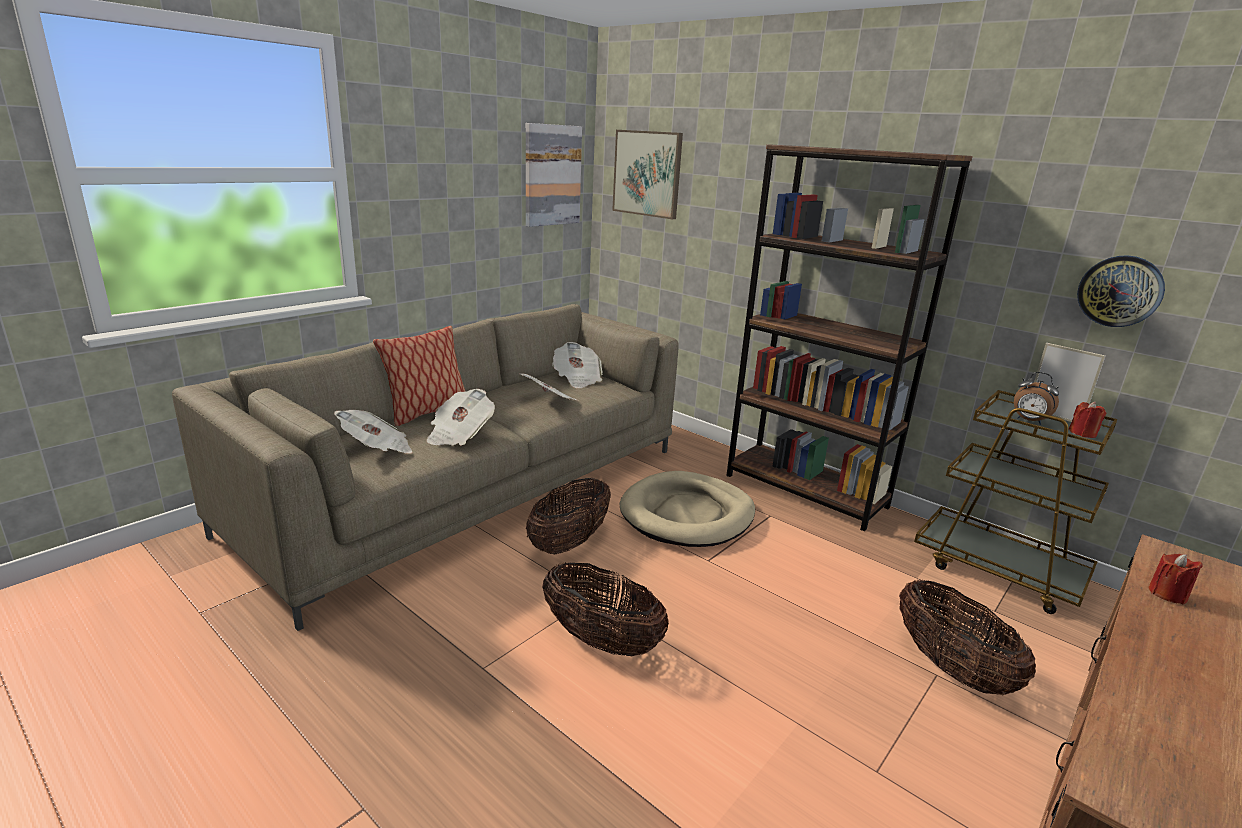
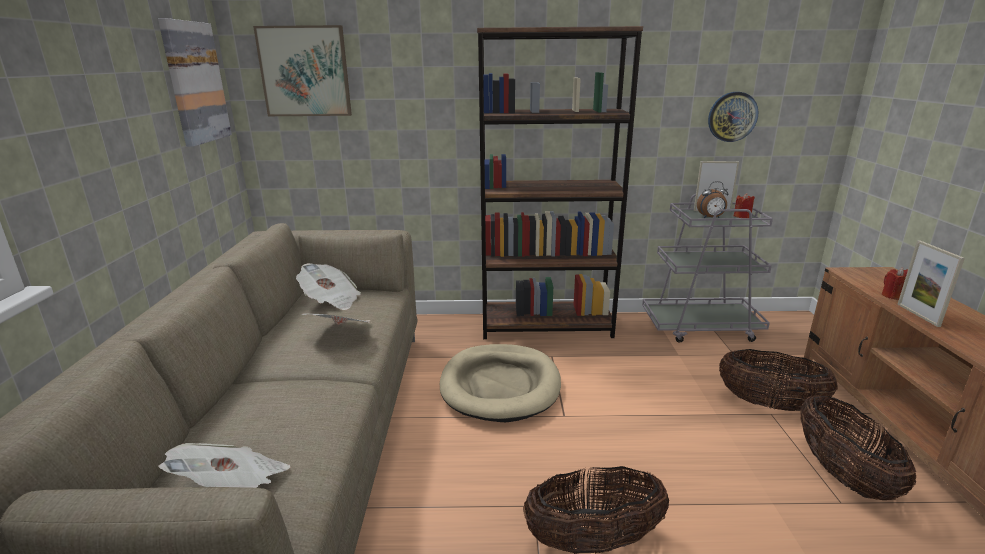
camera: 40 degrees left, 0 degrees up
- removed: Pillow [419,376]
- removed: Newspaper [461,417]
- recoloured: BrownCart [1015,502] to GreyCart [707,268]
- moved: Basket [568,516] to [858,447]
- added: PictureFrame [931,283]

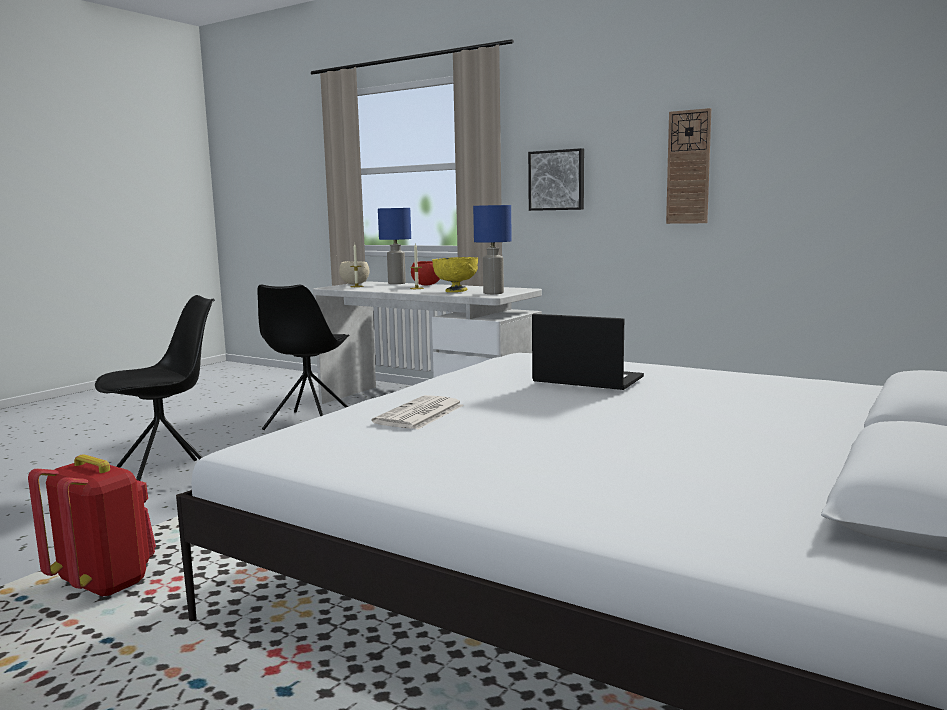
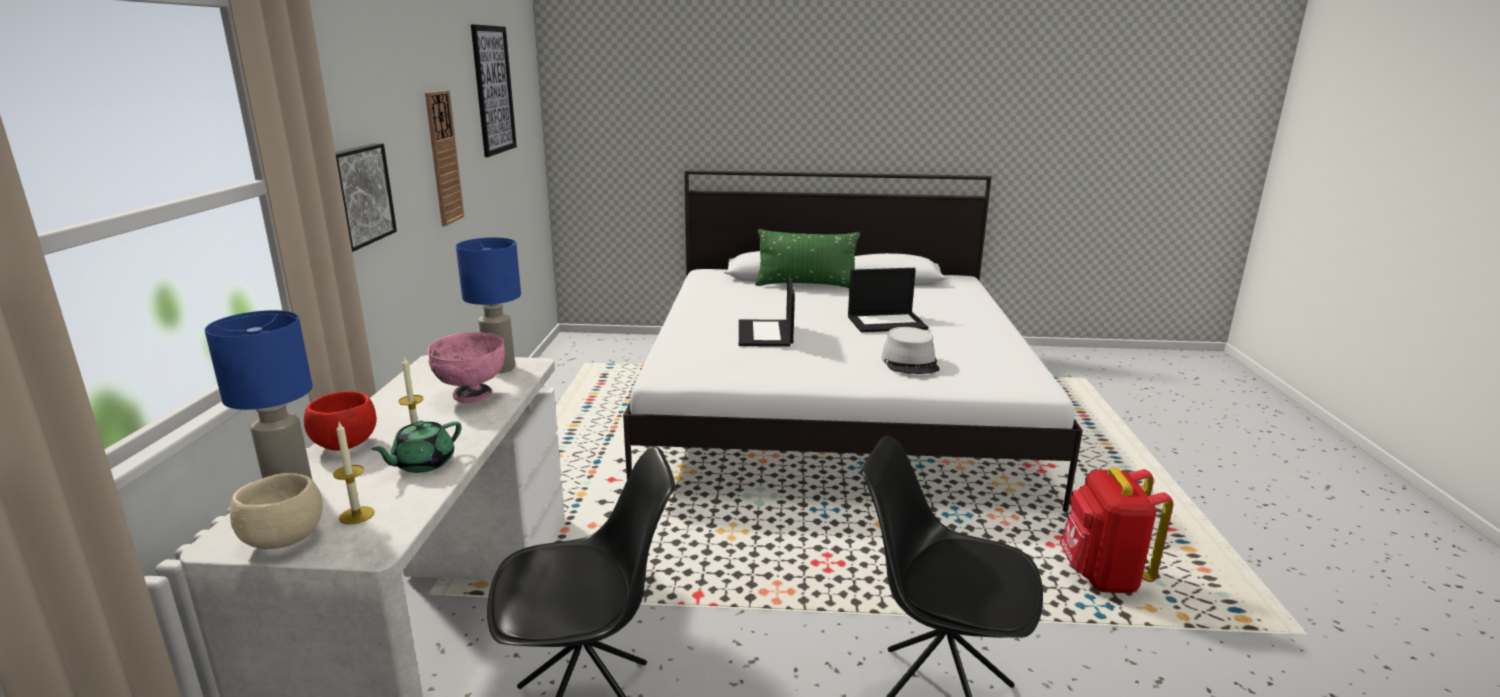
camera: 120 degrees left, 10 degrees up
- recoloured: YellowBowl [455,274] to PinkBowl [466,367]
- replaced: Newspaper [418,412] to GreyHat [911,350]
- added: Picture [494,90]
- added: GreenPillow [807,258]
- added: Laptop [888,300]
- added: GreenTeapot [416,447]

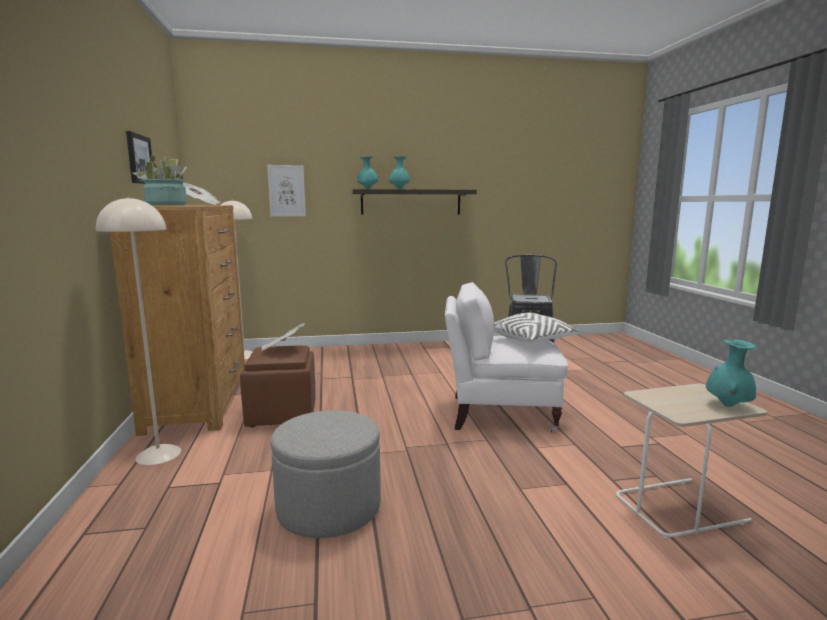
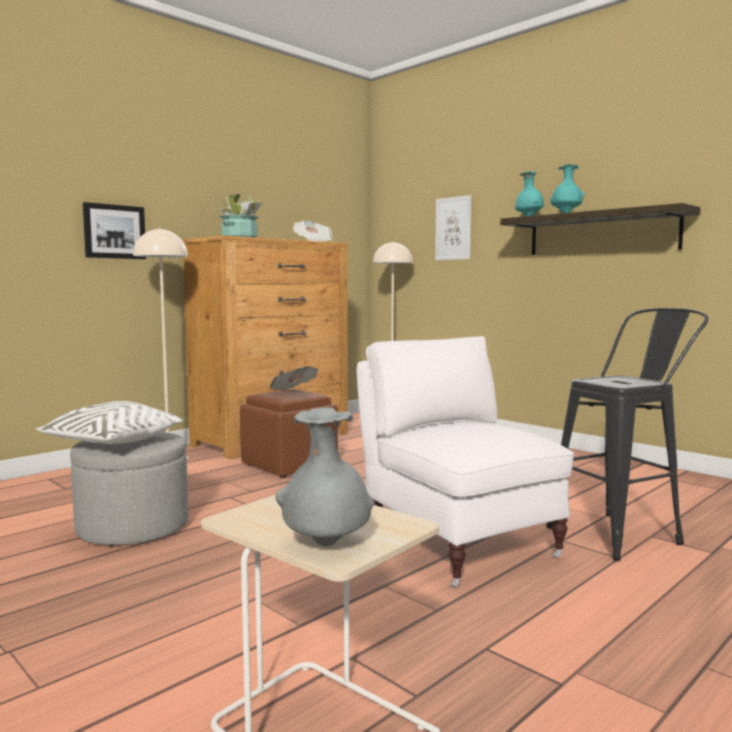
camera: 55 degrees right, 5 degrees down
- moved: Picture [139,157] to [114,230]
- moved: WhitePillow [537,328] to [109,422]
- recoloured: TurquoiseVase [731,373] to GreyVase [325,477]

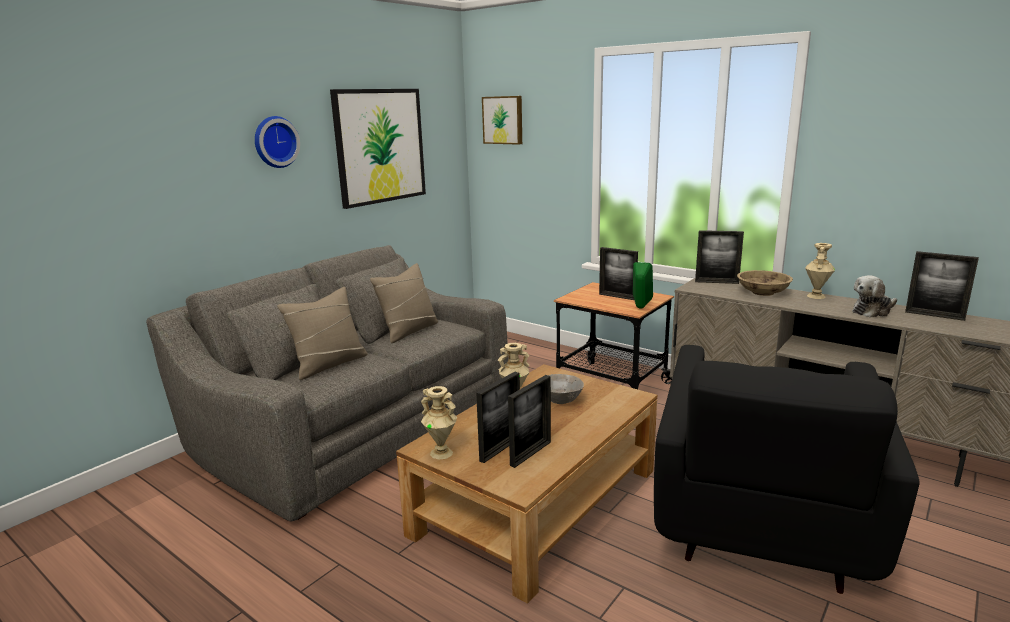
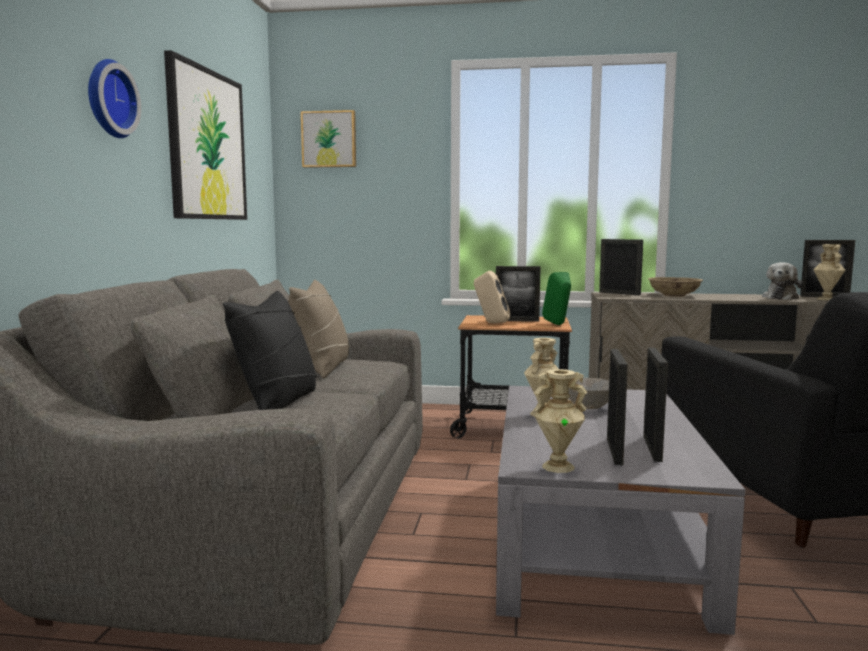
camera: 30 degrees left, 10 degrees down
- turned: PictureFrame [719,257] = [621,267] 120 degrees counterclockwise
- moved: BeigeVase [820,271] to [829,272]
- recoloured: BeigePillow [322,333] to BlackPillow [270,350]
- recoloured: BrownCoffeeTable [526,484] to GreyCoffeeTable [620,510]
- added: BeigeSpeaker [492,297]

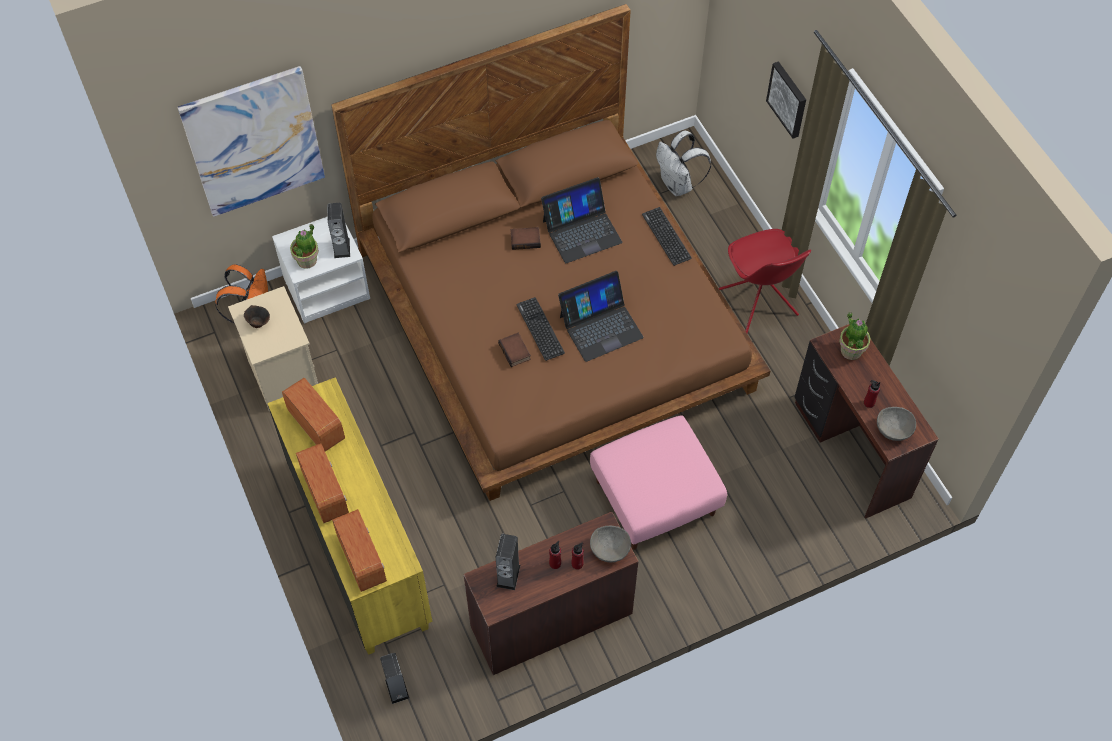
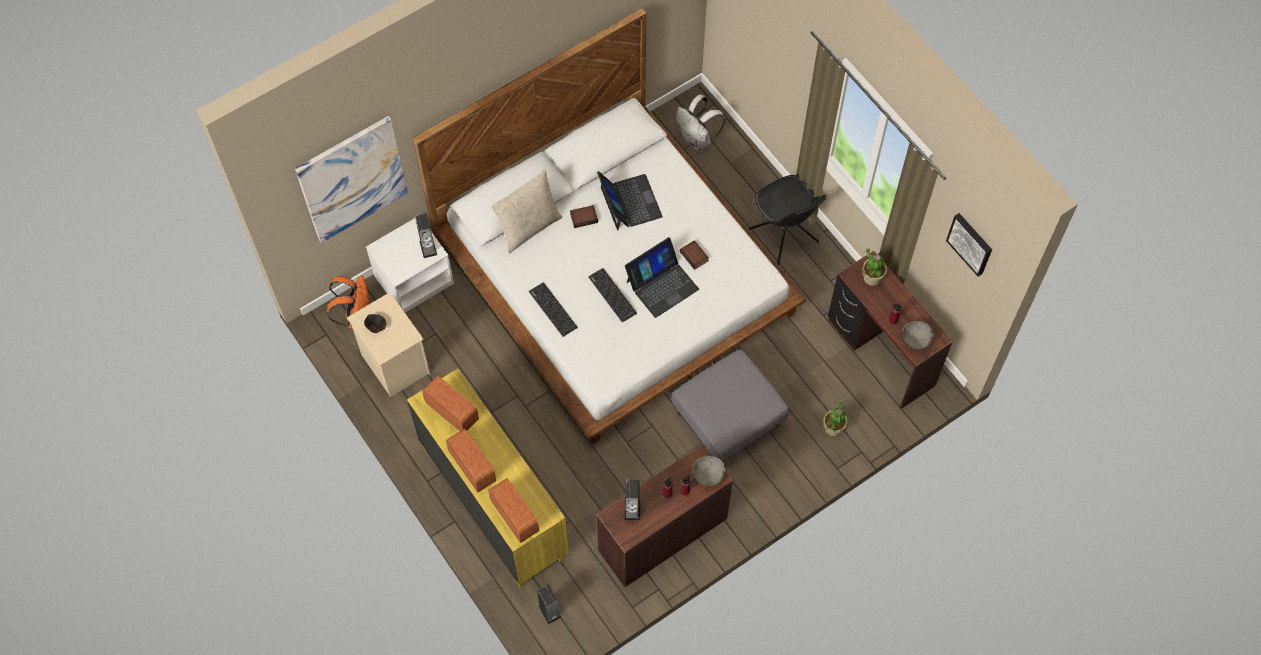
camera: 10 degrees left, 5 degrees up
- recoloured: BrownBed [550,252] to WhiteBed [609,226]
- moved: Picture [786,99] to [969,245]
- turned: Laptop [581,220] = [630,201] 75 degrees counterclockwise
- moved: Keyboard [667,236] to [553,309]
- moved: PottedPlant [304,246] to [835,418]
- recoloured: RedChair [765,281] to BlackChair [788,220]
- moved: Book [514,350] to [694,255]
- recoloured: PinkOttoman [658,483] to GreyOttoman [730,405]
- added: BeigePillow [526,211]

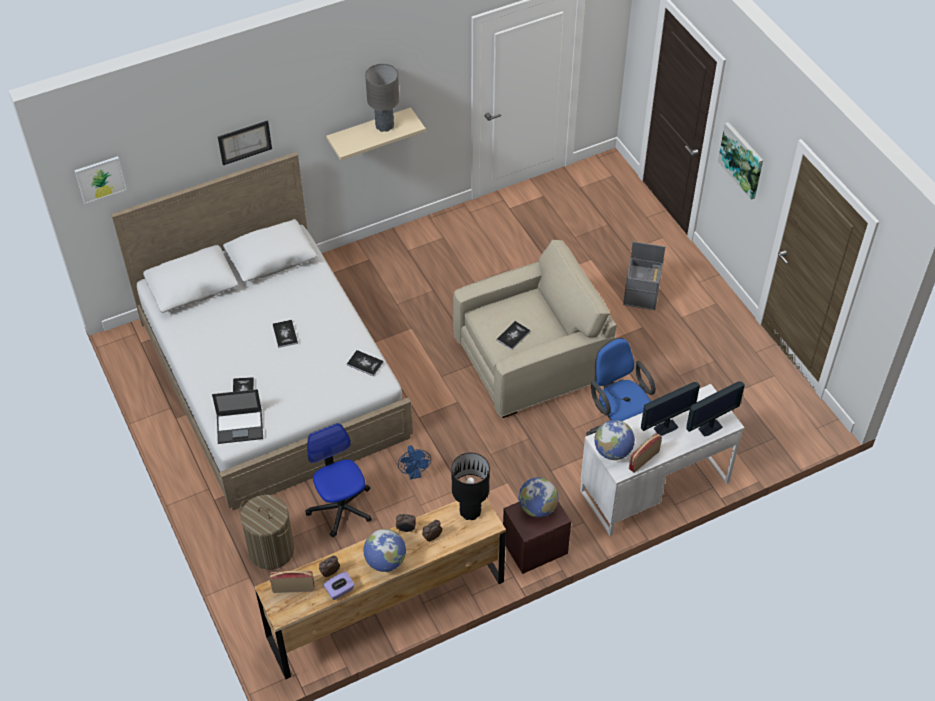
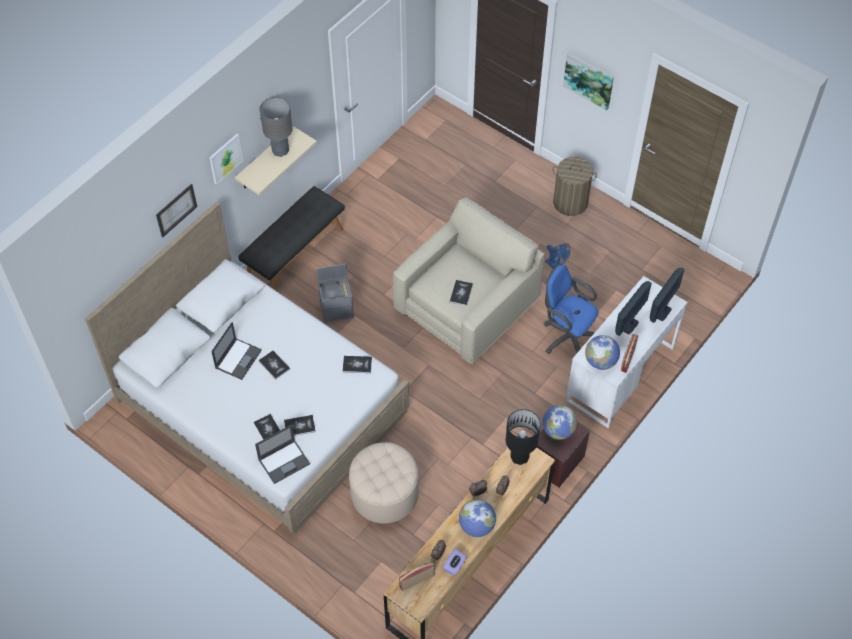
camera: 25 degrees left, 5 degrees up
- moved: Picture [100,180] to [226,159]
- moved: GreyStorageBox [644,275] to [335,293]
- replaced: OfficeChair [339,480] to BeigeOttoman [384,482]
- moved: BlueFan [414,462] to [557,256]
- moved: LaundryBasket [267,532] to [574,186]
- added: BlackBench [291,238]
- added: Laptop [236,351]
- added: Book [300,425]

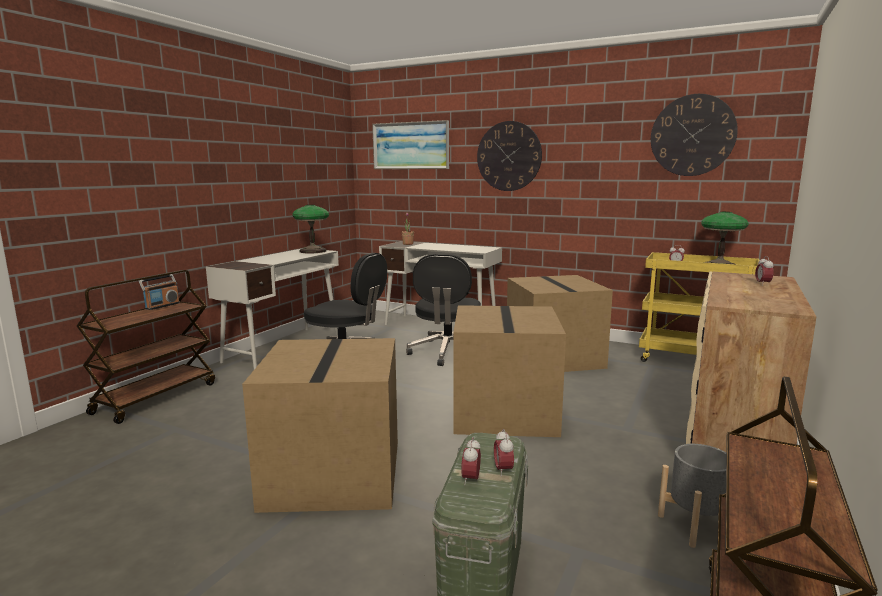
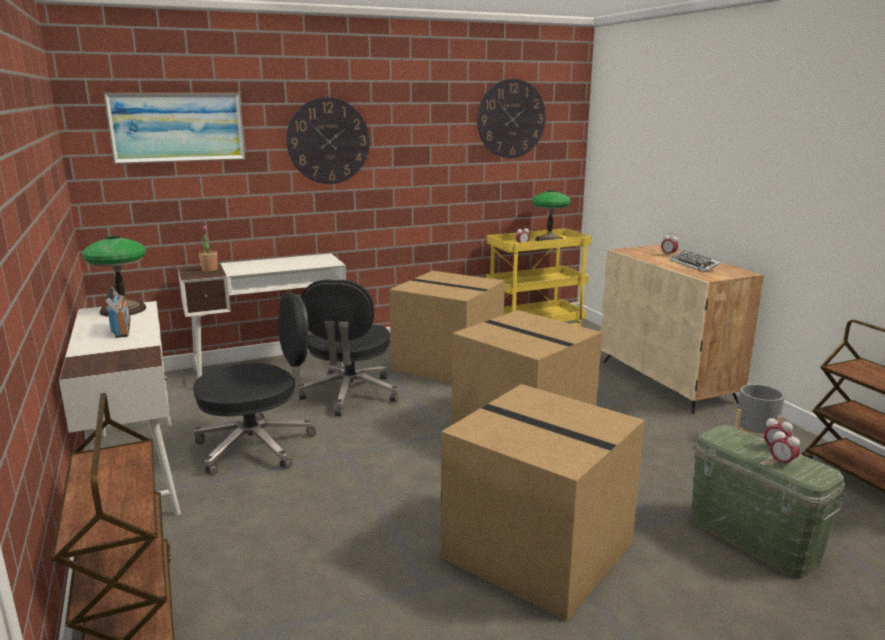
camera: 50 degrees left, 5 degrees up
- turned: BlackOfficeChair [443,310] = [348,347] 45 degrees clockwise
- moved: Radio [159,292] to [118,312]
- added: Keyboard [695,261]

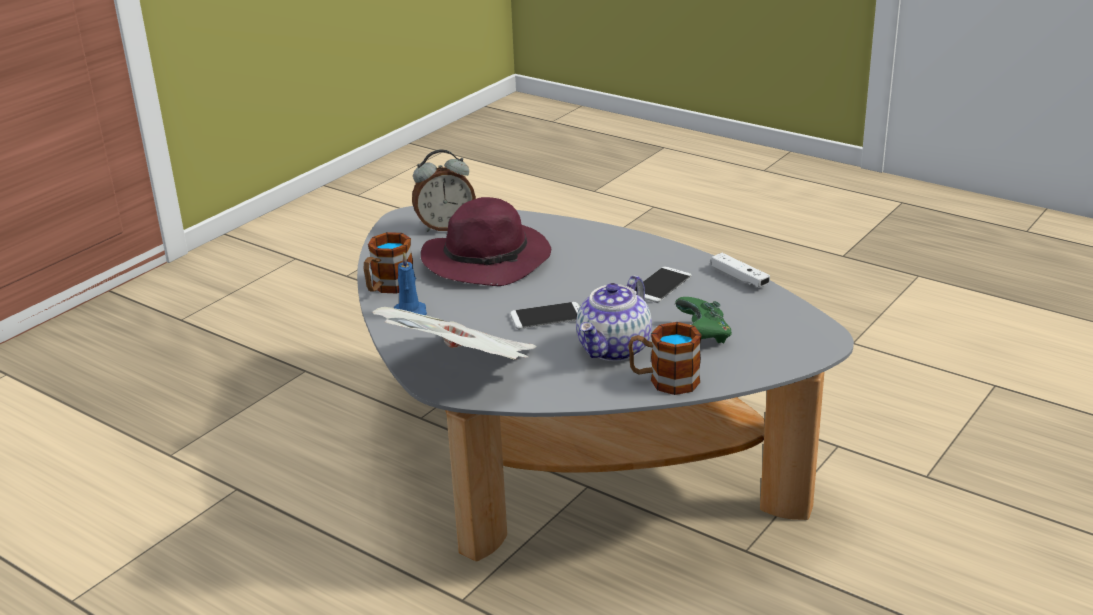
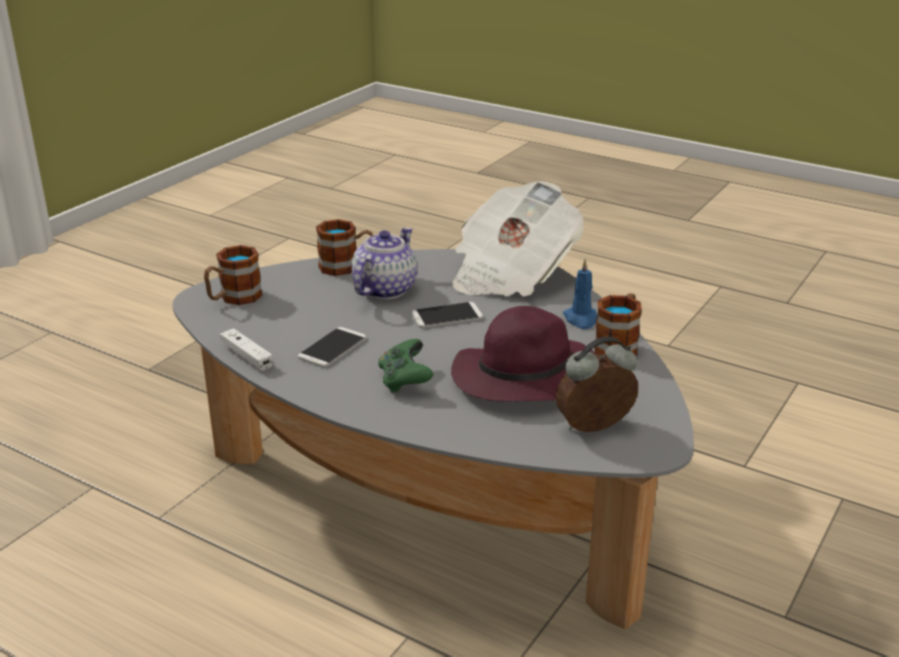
camera: 175 degrees right, 0 degrees up
- moved: GreenGameController [703,320] to [405,366]
- added: Mug [233,275]

